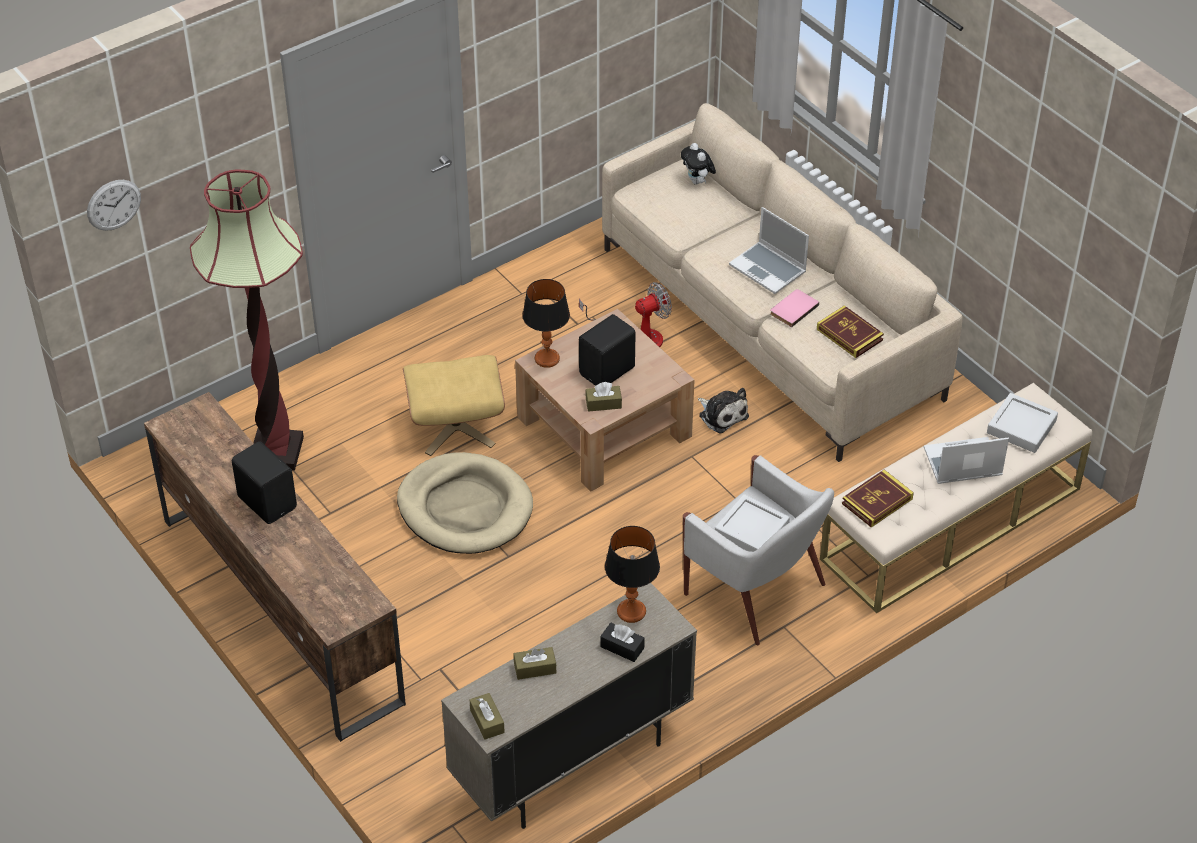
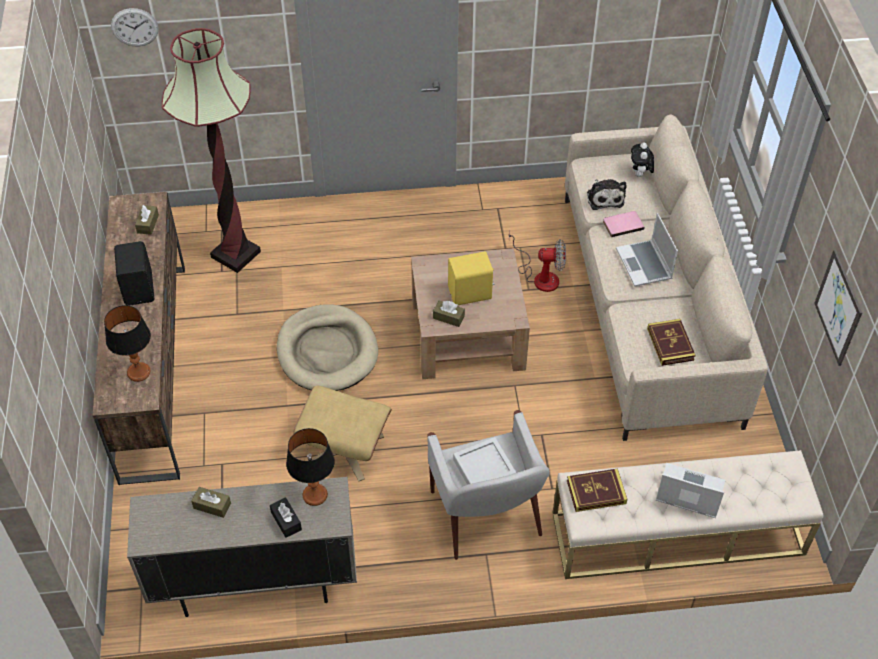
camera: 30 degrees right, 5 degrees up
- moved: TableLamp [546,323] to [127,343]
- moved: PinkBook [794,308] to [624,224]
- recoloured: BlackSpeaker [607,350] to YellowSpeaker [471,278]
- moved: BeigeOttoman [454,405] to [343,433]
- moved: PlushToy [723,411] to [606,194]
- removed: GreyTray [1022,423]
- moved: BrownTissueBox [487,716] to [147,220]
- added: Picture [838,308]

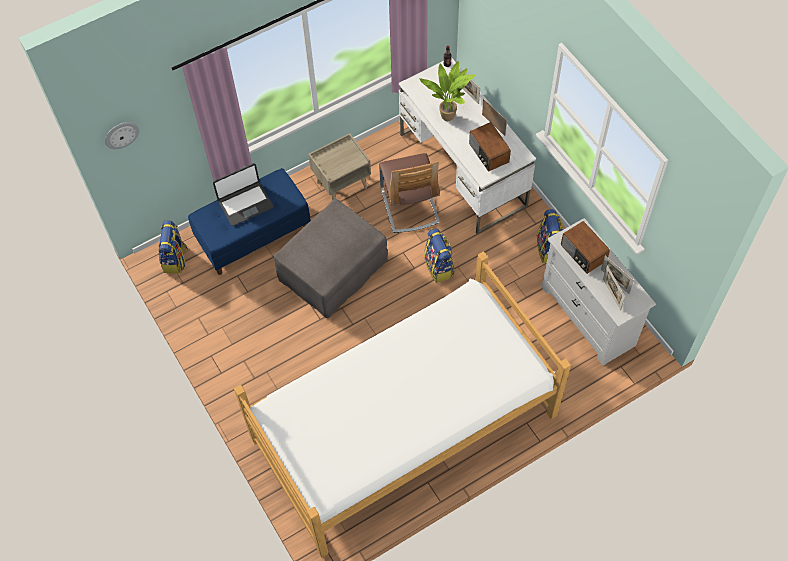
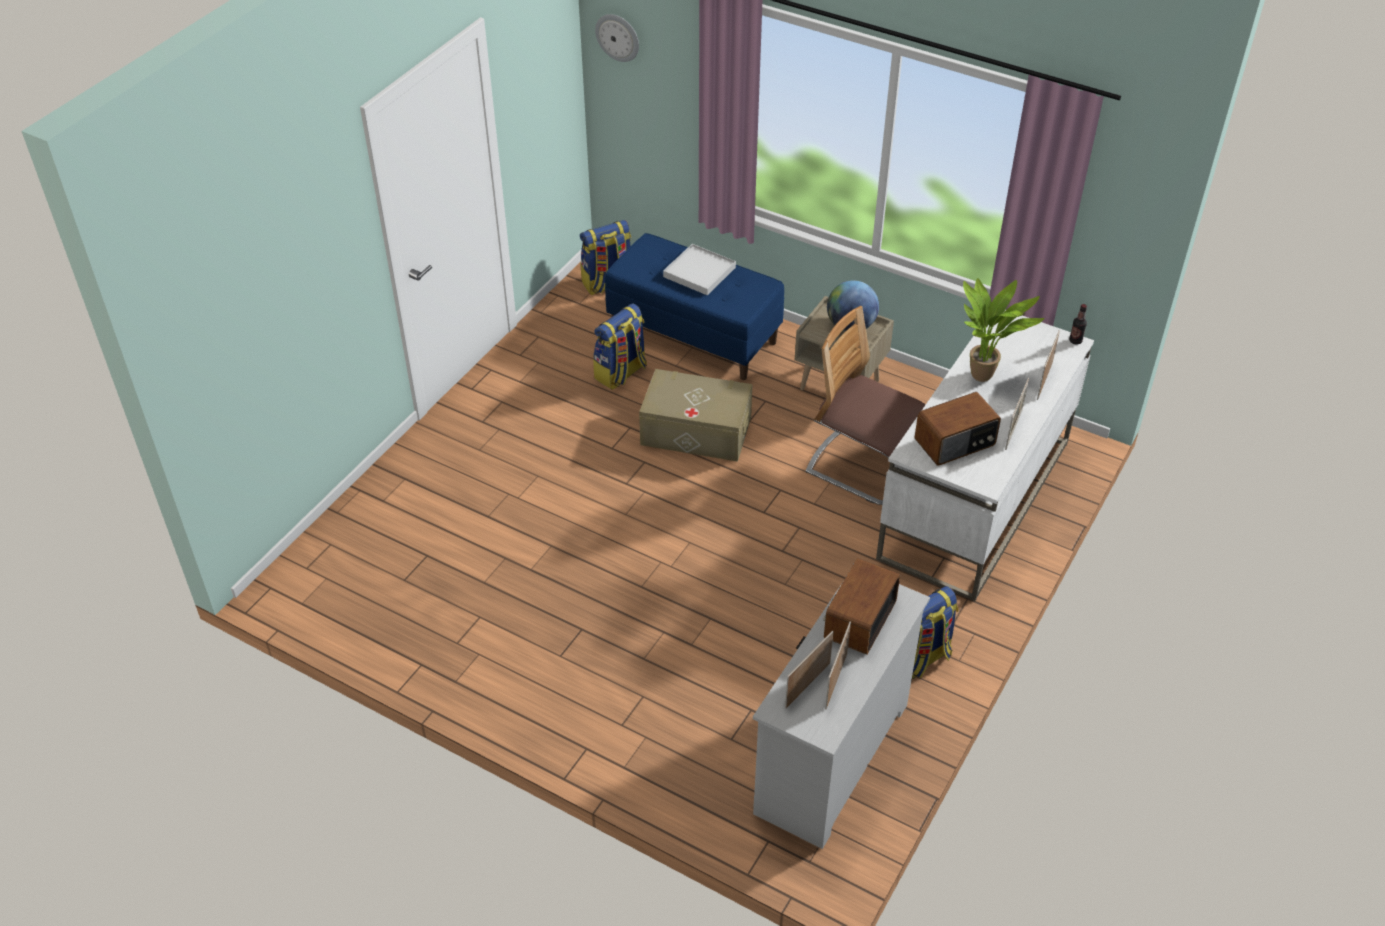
camera: 60 degrees right, 15 degrees down
- turned: Radio [490,147] = [958,429] 150 degrees counterclockwise
- turned: Chair [409,193] = [865,405] 75 degrees clockwise
- replaced: Laptop [243,194] to WhiteTray [699,269]
- replaced: GreyOttoman [331,258] to BeigeStorageBox [695,415]
- moved: Backpack [439,255] to [620,346]
- removed: Bed [402,404]
- added: Globe [853,306]

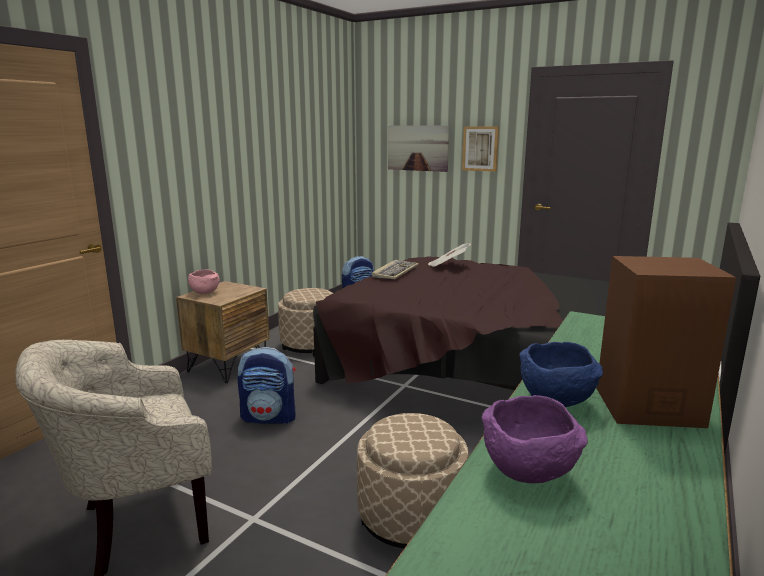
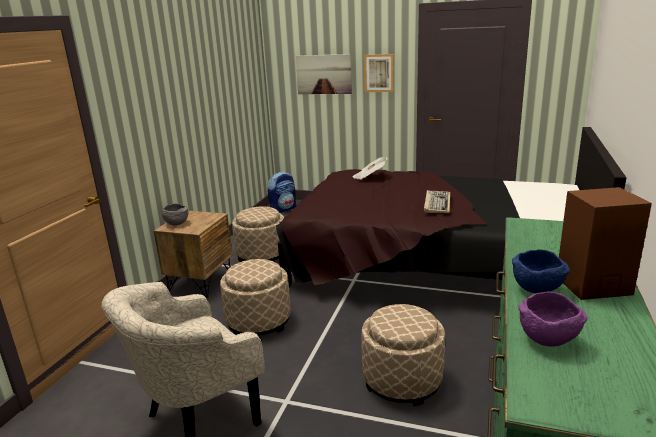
camera: 10 degrees left, 5 degrees up
- moved: Keyboard [395,269] to [437,201]
- recoloured: PinkBowl [204,282] to GreyBowl [175,214]
- replaced: Backpack [266,385] to BeigeOttoman [255,297]

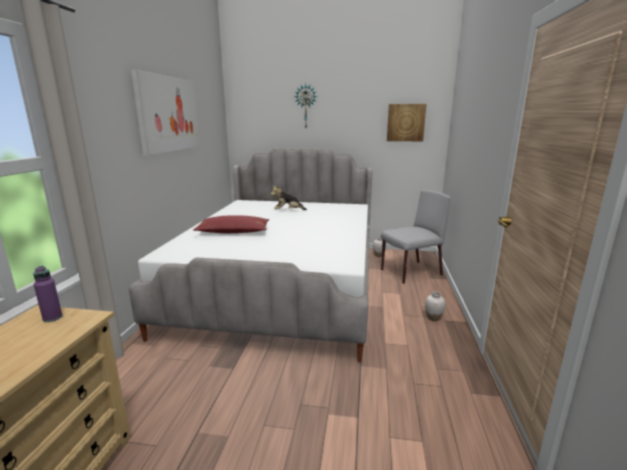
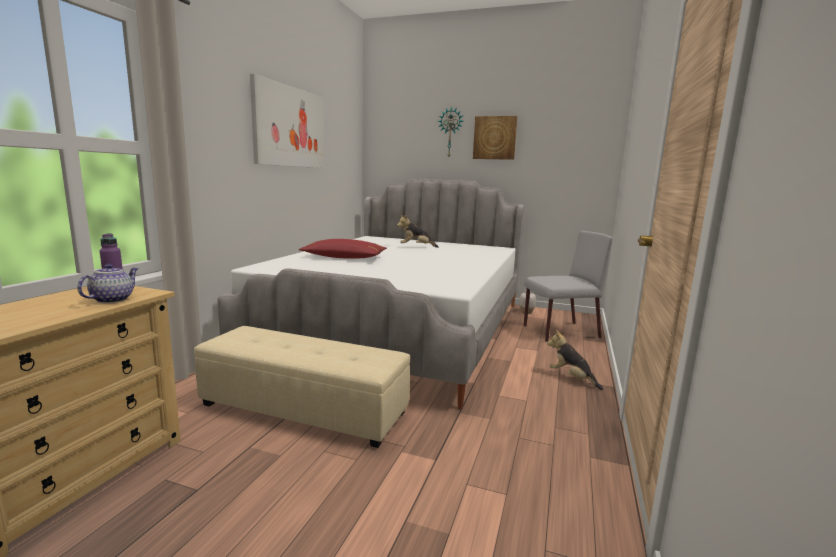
camera: 10 degrees right, 5 degrees down
- moved: Picture [406,122] to [495,138]
- replaced: WhiteVase [435,306] to PlushToy [575,360]
- added: Teapot [107,283]
- added: BeigeOttoman [302,387]

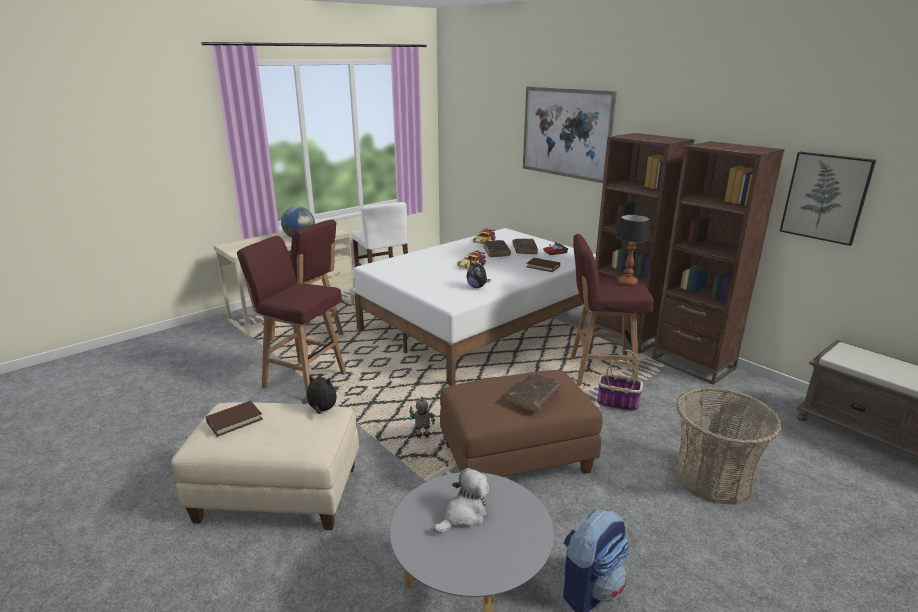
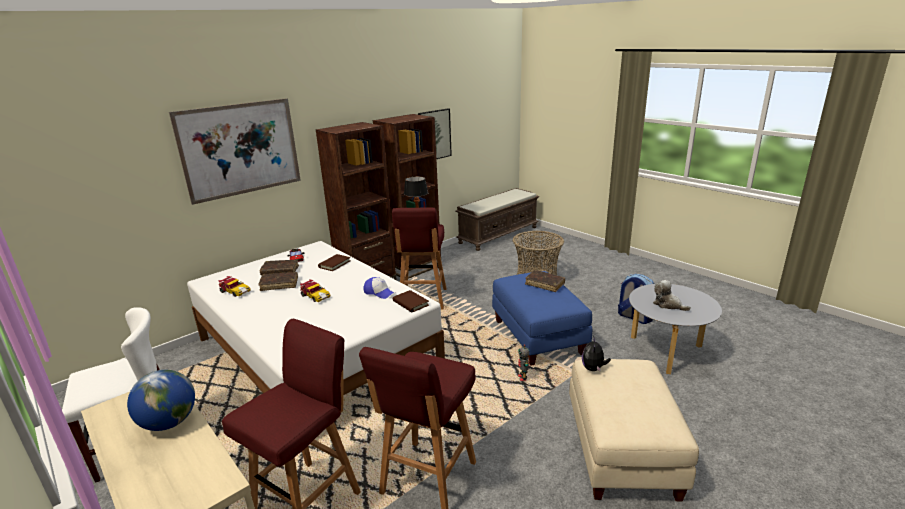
camera: 90 degrees left, 0 degrees up
- replaced: PlushToy [478,274] to Cap [379,288]
- removed: Basket [620,381]
- recoloured: BrownOttoman [521,423] to BlueOttoman [542,318]
- moved: BrownBook [234,419] to [411,301]

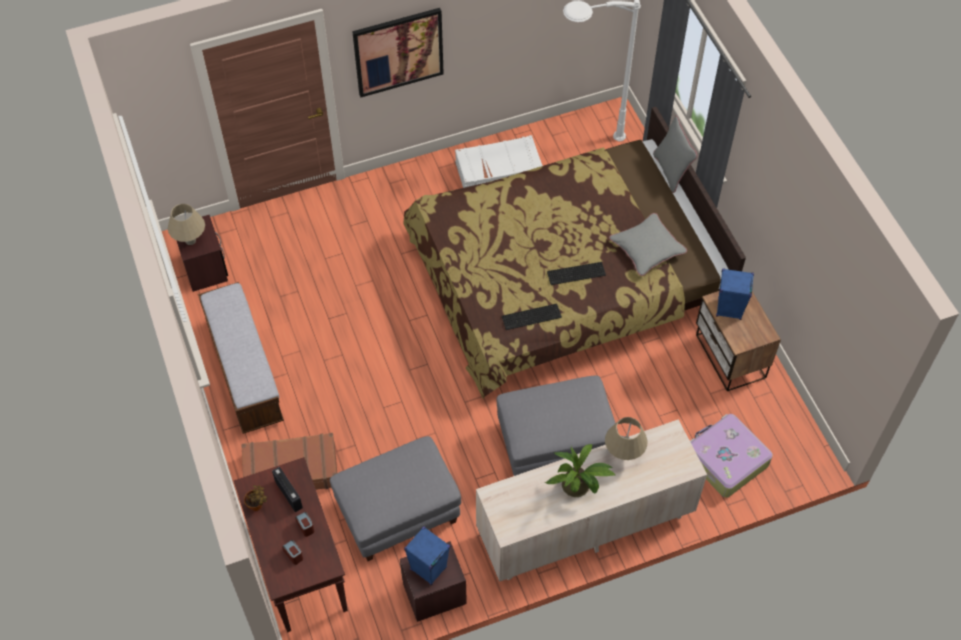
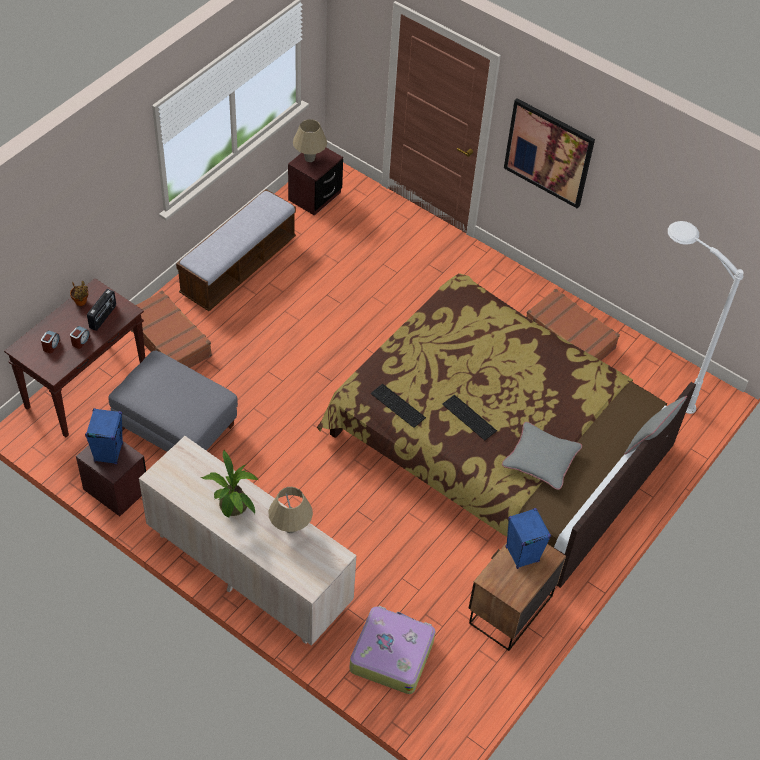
camera: 55 degrees right, 5 degrees down
- recoloured: WhiteSuitcase [499,161] to BrownSuitcase [573,325]
- removed: GreyOttoman [557,426]

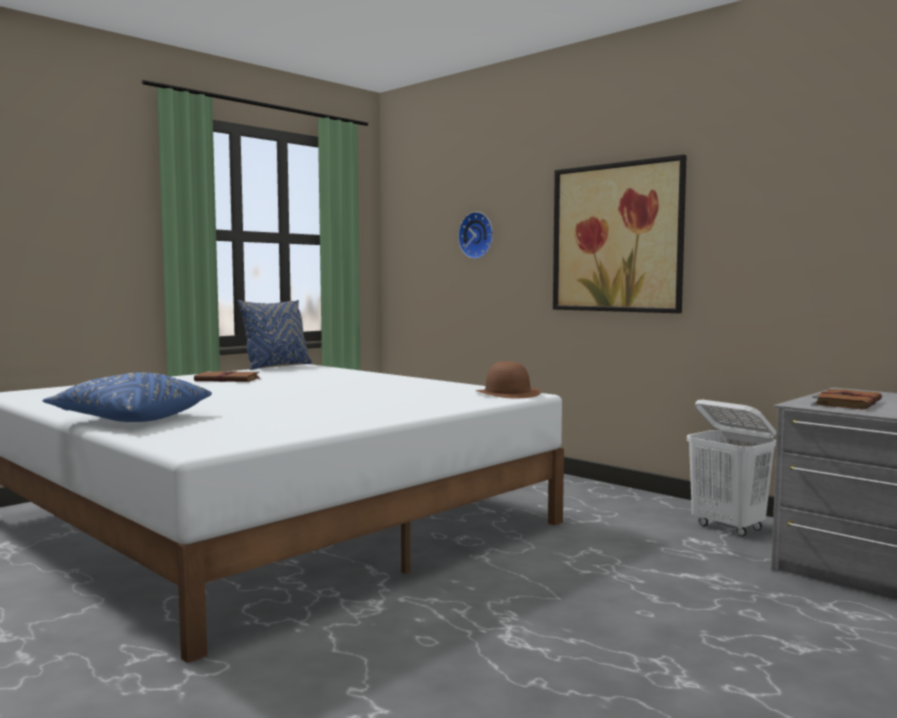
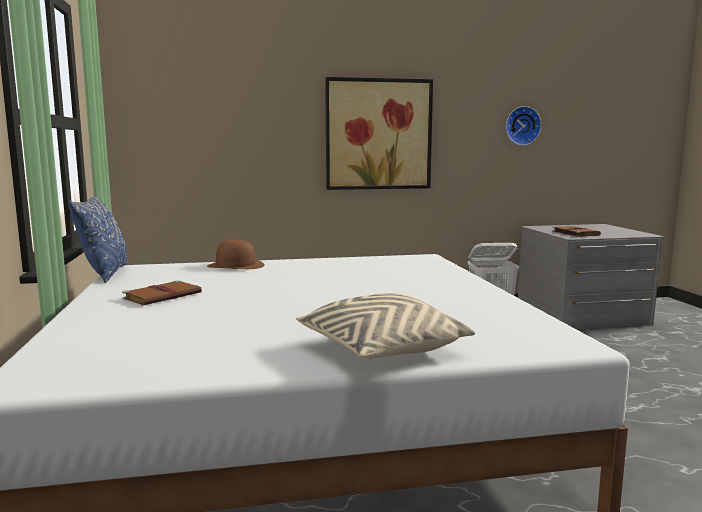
camera: 55 degrees left, 5 degrees up
- moved: WallClock [475,235] to [523,126]
- moved: BrownHat [508,379] to [236,254]
- recoloured: BluePillow [127,397] to BeigePillow [385,326]

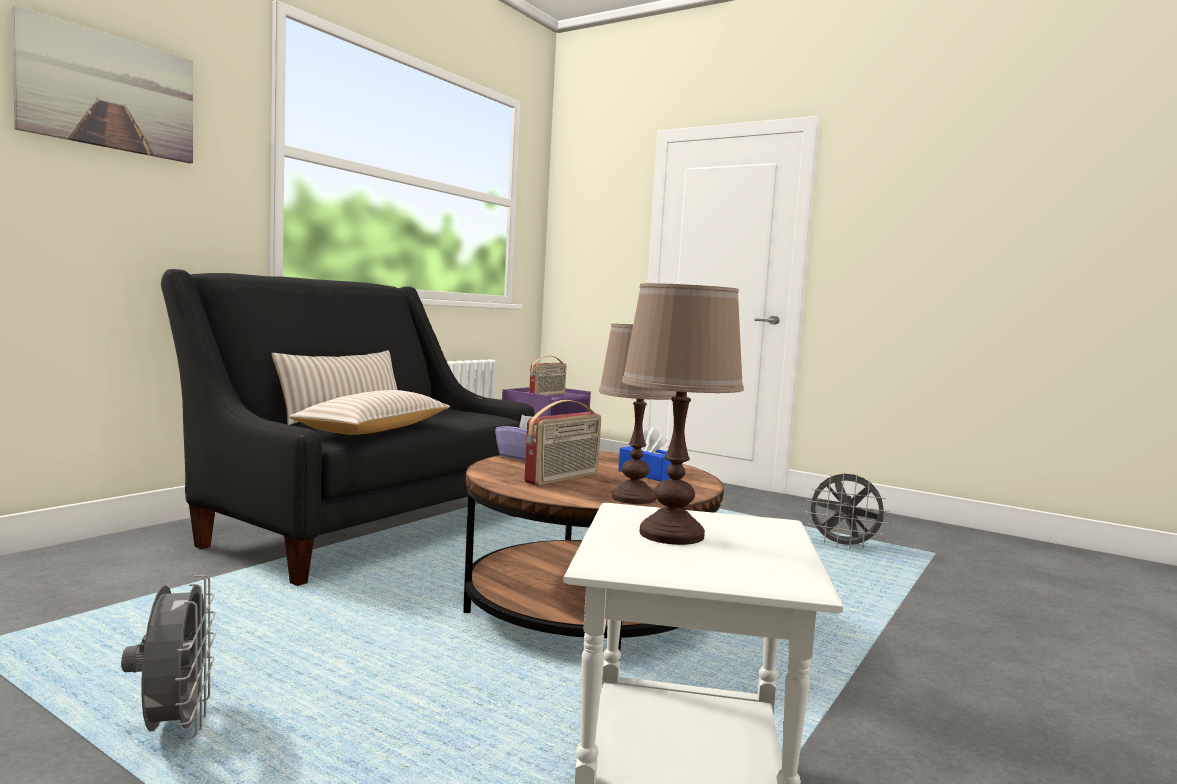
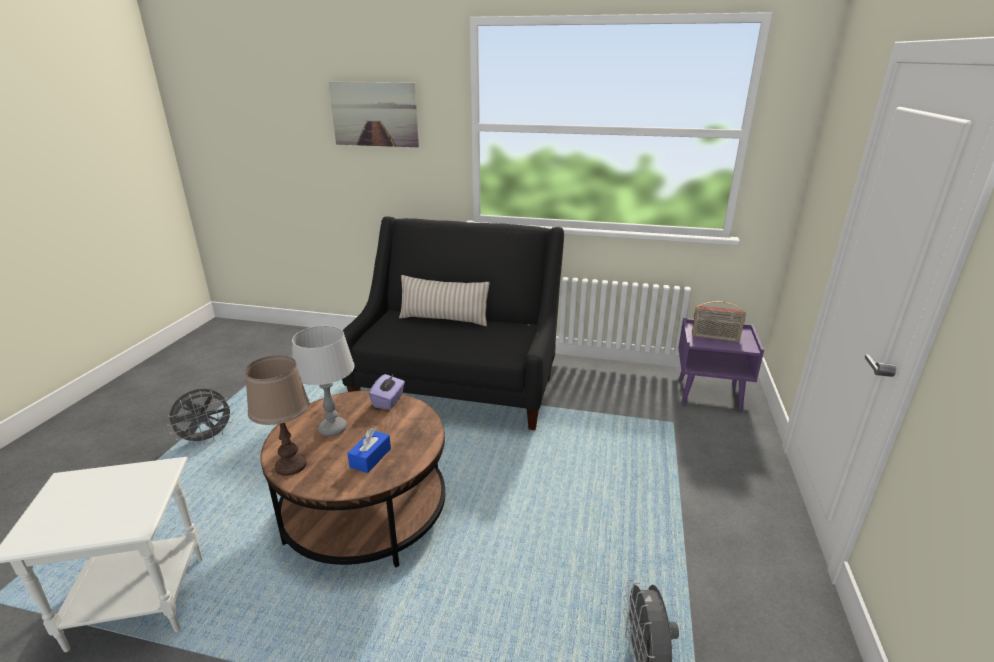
camera: 70 degrees right, 20 degrees up
- removed: BrownTableLamp [683,414]
- removed: BeigePillow [369,412]
- replaced: Radio [562,443] to GreyTableLamp [323,381]

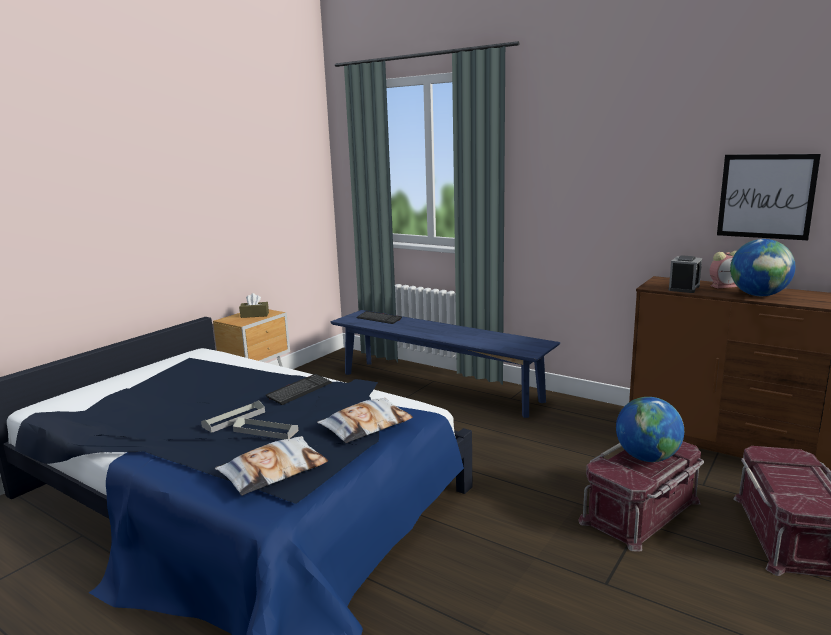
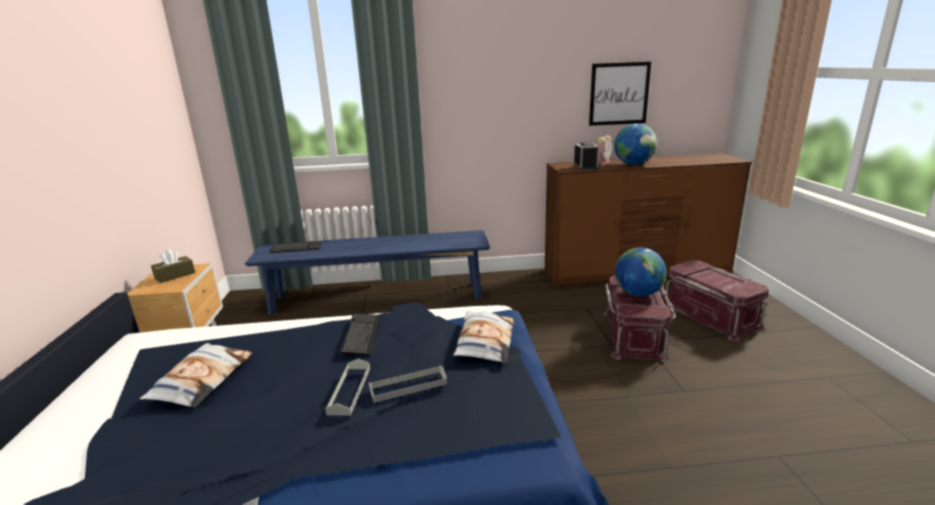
camera: 40 degrees left, 5 degrees up
- moved: Pillow [271,466] to [196,375]

